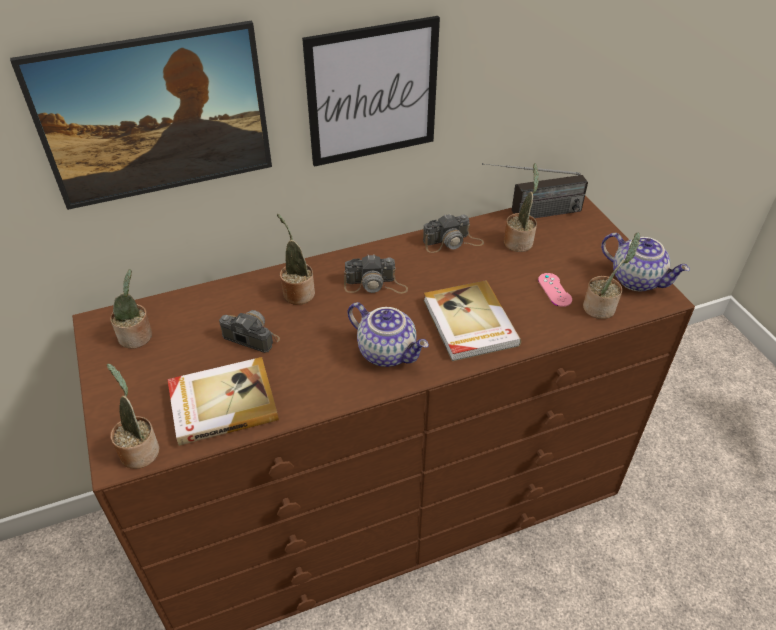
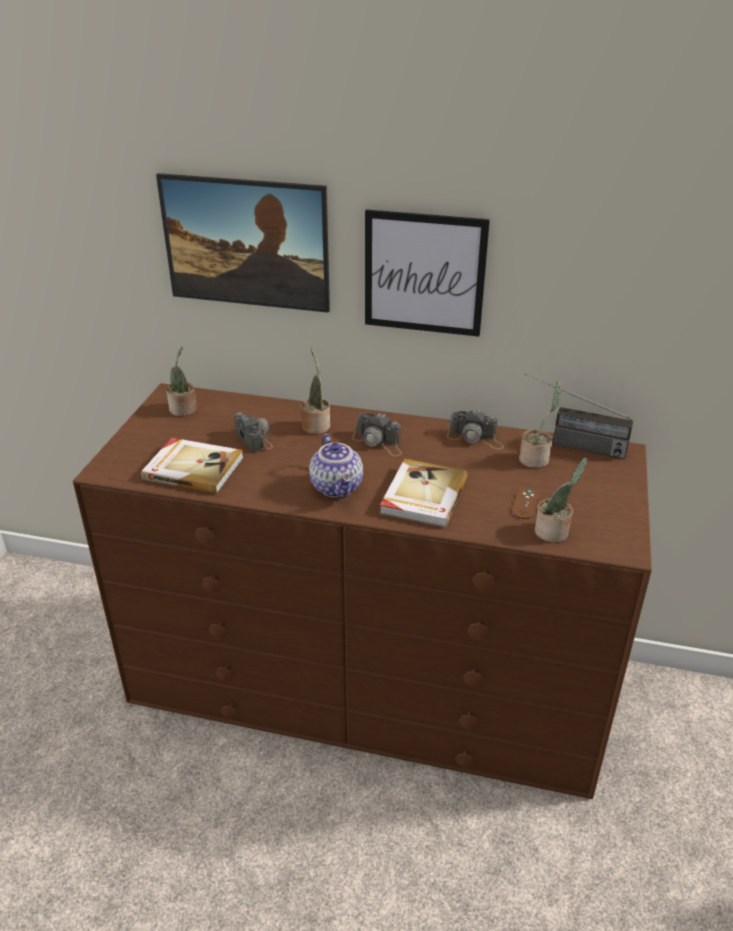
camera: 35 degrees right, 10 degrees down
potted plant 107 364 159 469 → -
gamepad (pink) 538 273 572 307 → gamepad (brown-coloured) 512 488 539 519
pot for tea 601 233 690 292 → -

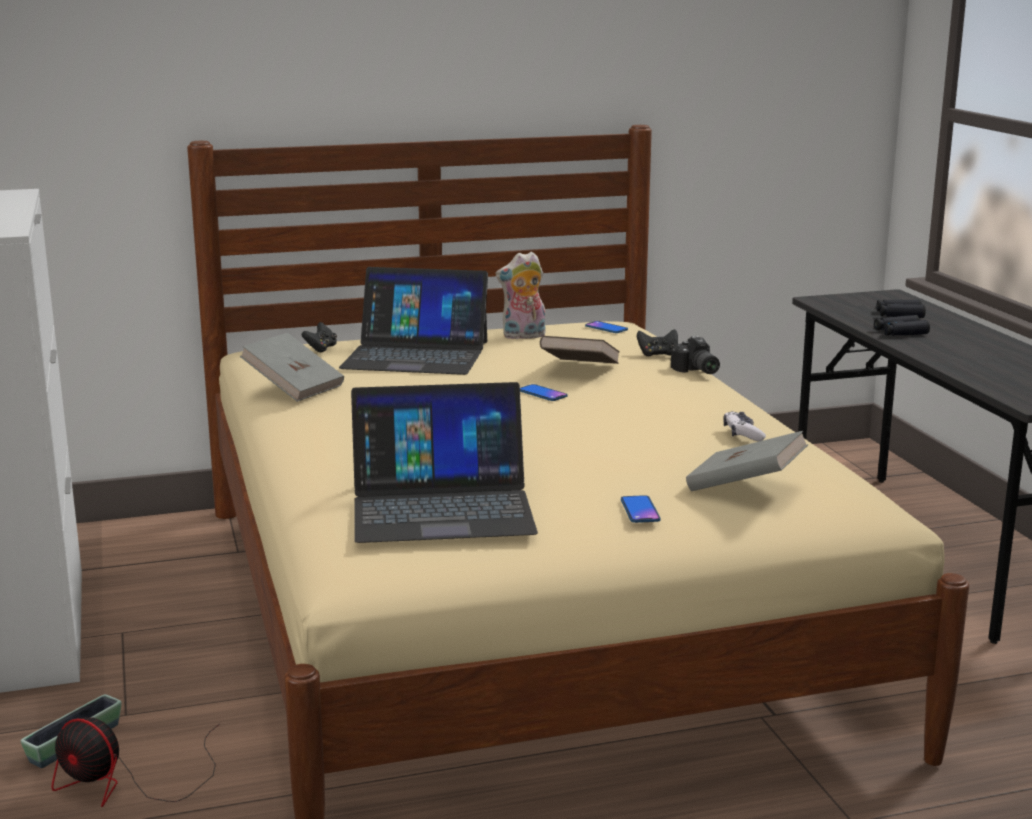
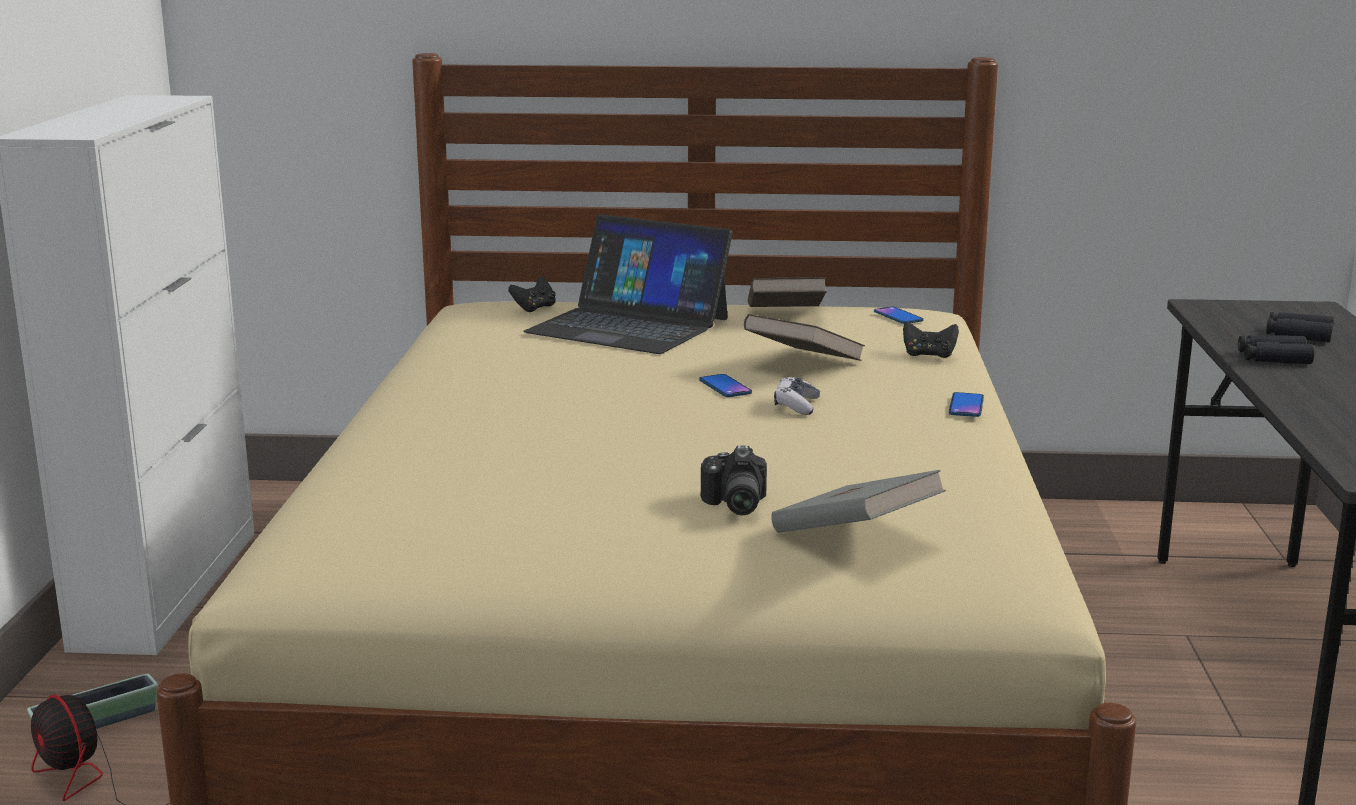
camera: 20 degrees right, 0 degrees up
book (gray) 240 333 344 402 → -
portable computer 351 382 538 543 → -
soft toy 495 251 546 339 → book (brown-coloured) 748 277 827 307
phone 621 495 660 523 → phone 949 392 984 417, relocated
photo camera 671 336 720 374 → photo camera 701 446 767 515, relocated
gamepad 723 411 766 441 → gamepad 774 377 820 415, relocated

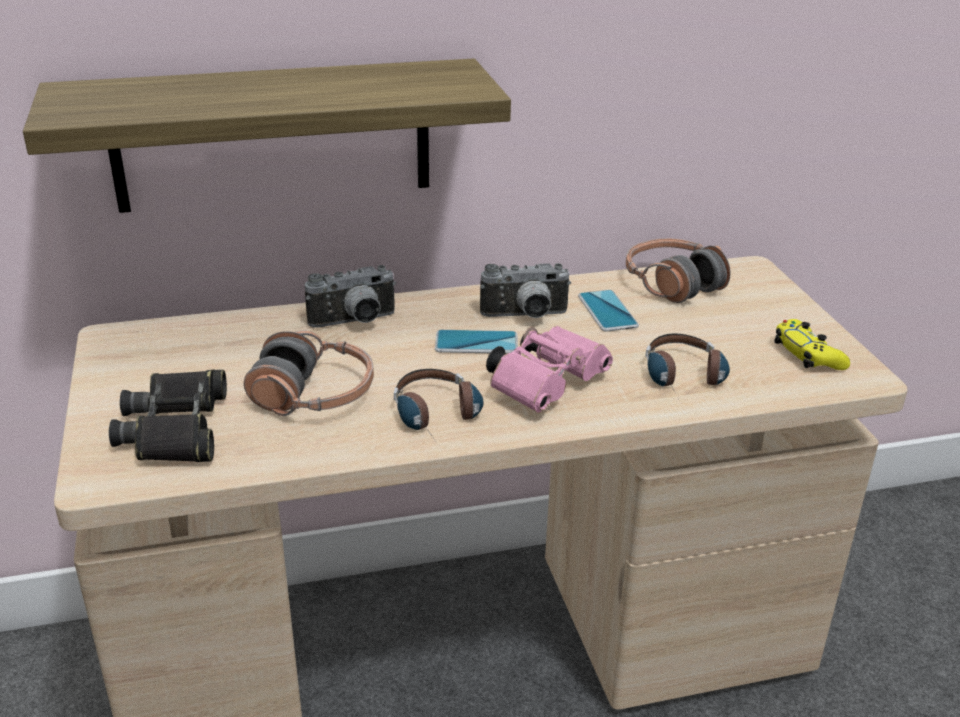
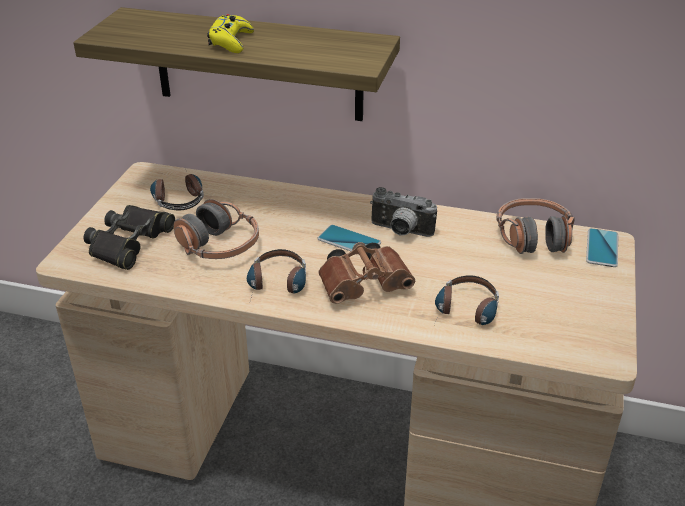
camera: 30 degrees right, 5 degrees up
photo camera 305 265 396 328 → -
pair of binoculars (pink) 486 326 613 413 → pair of binoculars (brown-coloured) 319 242 415 304
phone 578 290 639 332 → phone 586 228 618 267, relocated
gamepad (yellowish) 774 319 850 370 → gamepad (yellowish) 207 14 254 53, relocated
- → pair of headphones 150 168 204 210

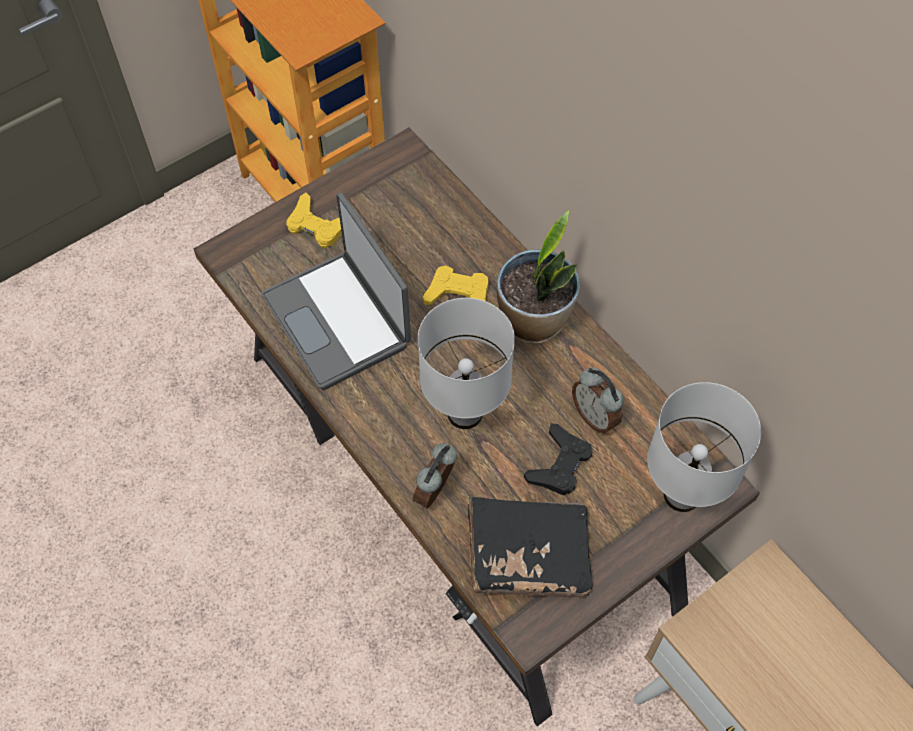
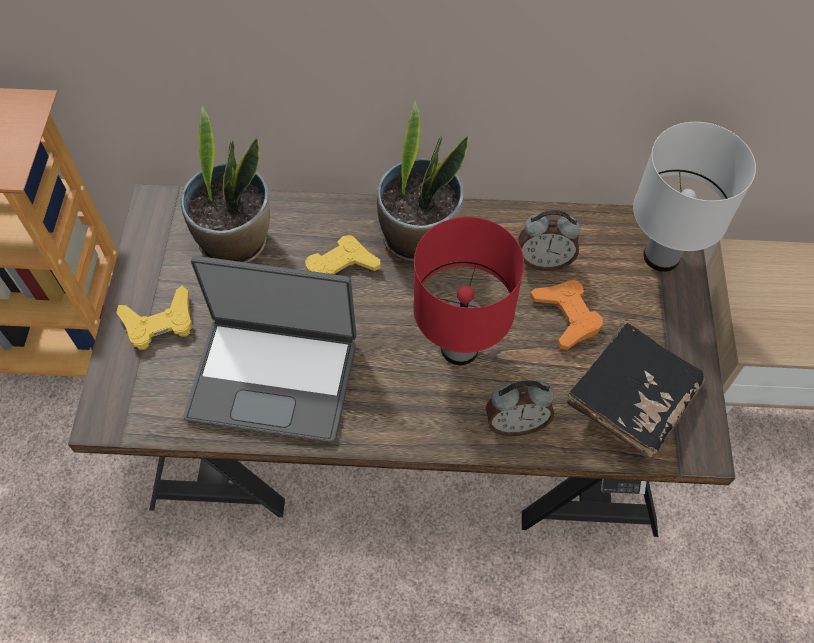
camera: 50 degrees left, 0 degrees up
bedside clock 413 443 457 508 → bedside clock 486 380 554 436, 75 degrees counterclockwise
lamp for a table (white-coloured) 418 298 515 429 → lamp for a table (red-coloured) 413 217 524 365
gamepad (black) 524 423 592 495 → gamepad (orangey) 530 280 603 350
- → potted plant 180 106 270 263

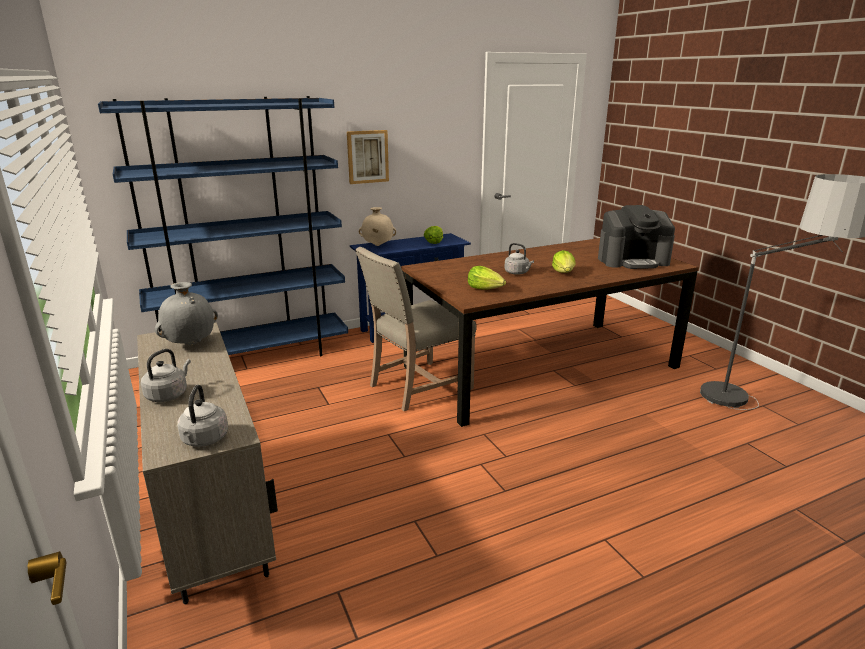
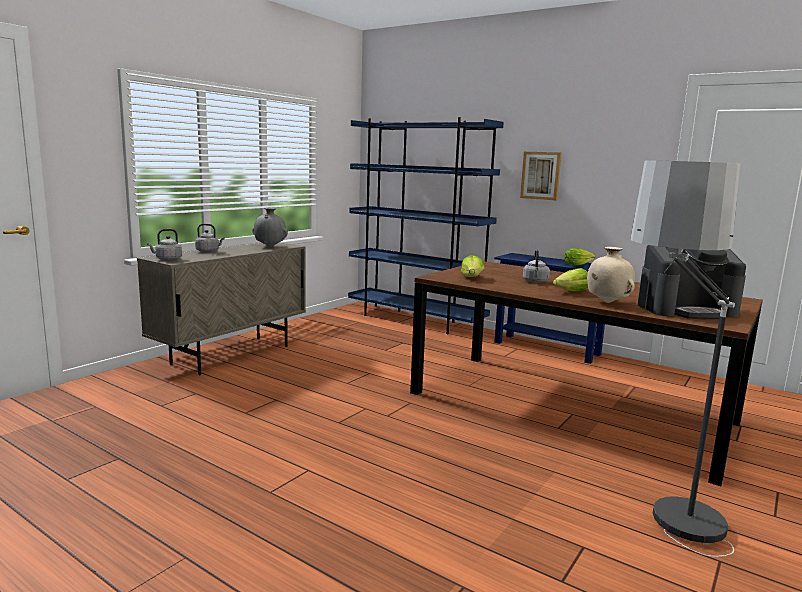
camera: 60 degrees right, 10 degrees down
upright chair (sand-coloured) 355 247 477 411 → -
vase (sand-coloured) 359 207 396 246 → vase (sand-coloured) 587 247 635 303, relocated
coffee machine 598 205 675 269 → coffee machine 638 245 746 319, 60 degrees counterclockwise

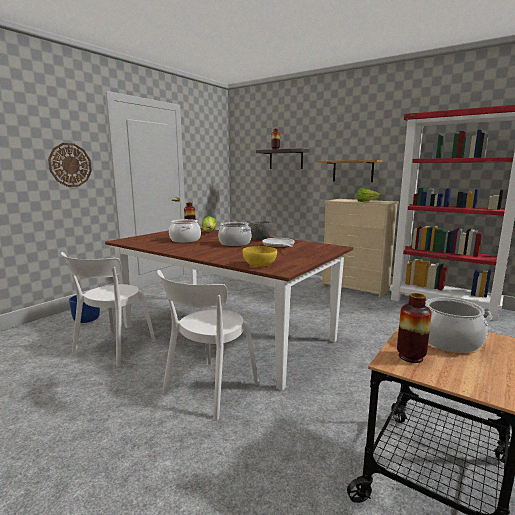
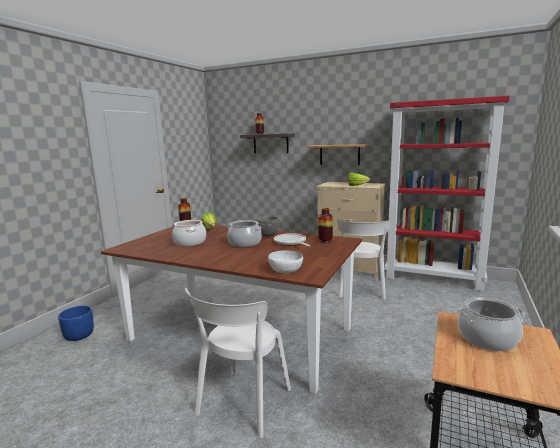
camera: 10 degrees left, 0 degrees up
hanging clock 48 143 92 187 → -
upright chair (white-coloured) 61 252 156 367 → upright chair (white-coloured) 337 219 391 299, relocated
deep dish (yellowish) 243 246 277 267 → deep dish (white-coloured) 268 250 303 273
vase 397 293 432 363 → vase 318 208 333 243, relocated

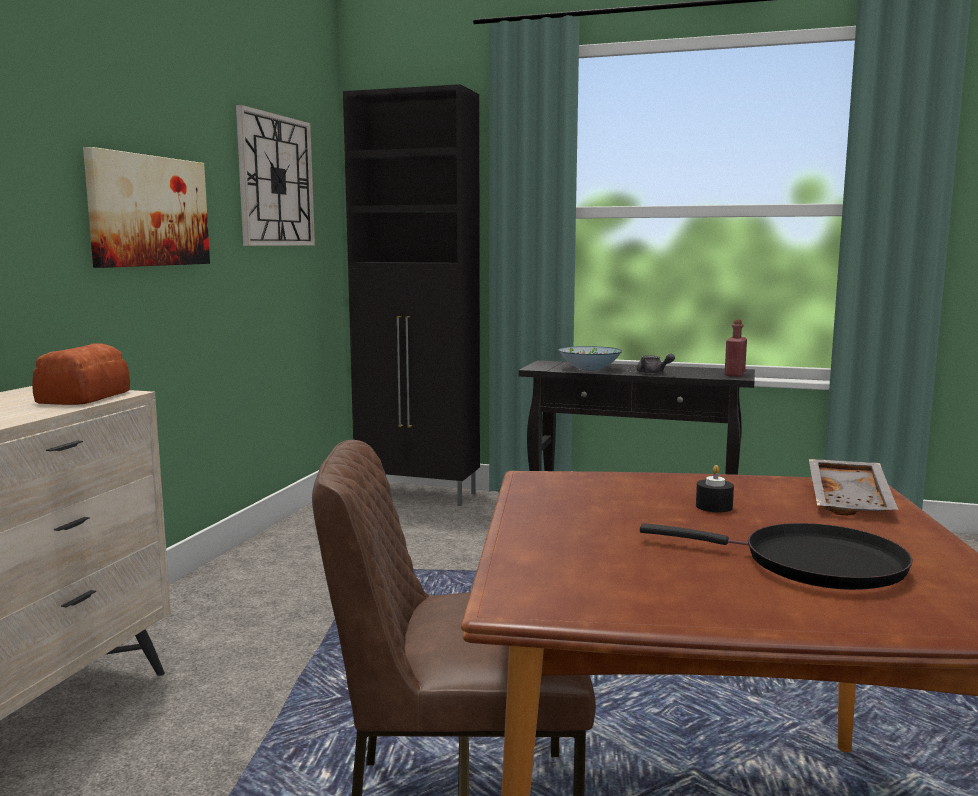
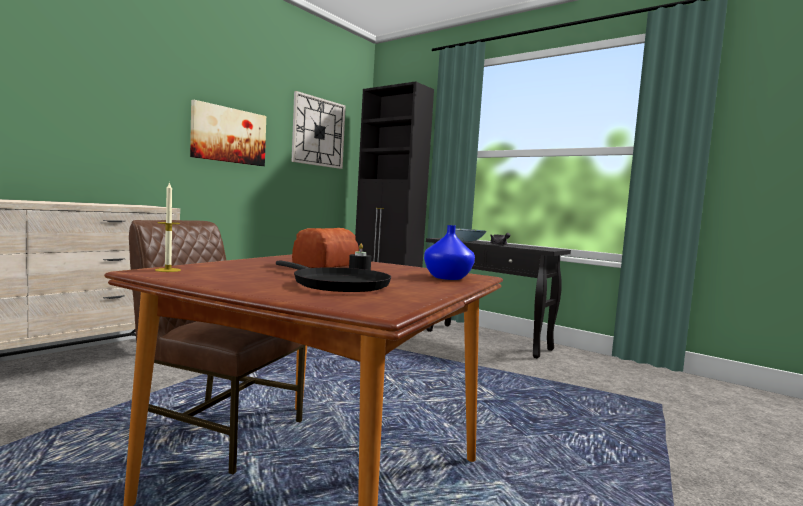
camera: 20 degrees right, 5 degrees down
bread 32 343 130 405 → bread 292 228 359 268, relocated
beverage bottle (red-coloured) 725 319 747 377 → -
tray (gray) 809 459 899 516 → vase (blue) 424 225 475 280
- → wax light 155 182 181 272

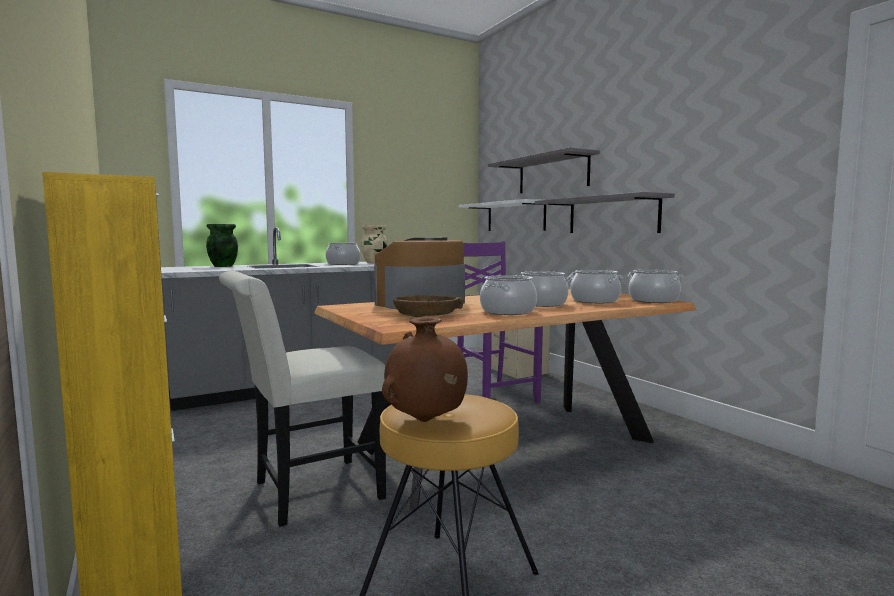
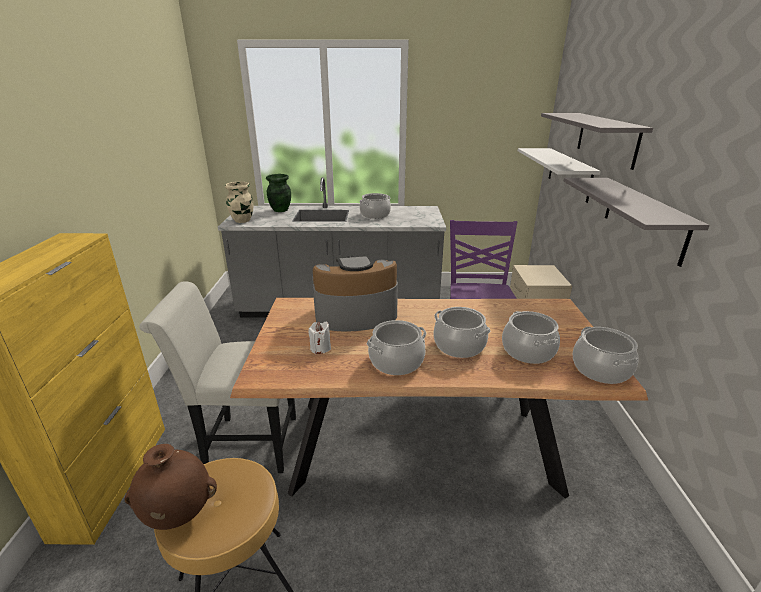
camera: 30 degrees right, 20 degrees up
vase (sand-coloured) 361 225 387 263 → vase (sand-coloured) 225 182 253 223, relocated
deep dish (brown-coloured) 393 295 464 317 → wax light (white-coloured) 308 322 331 354

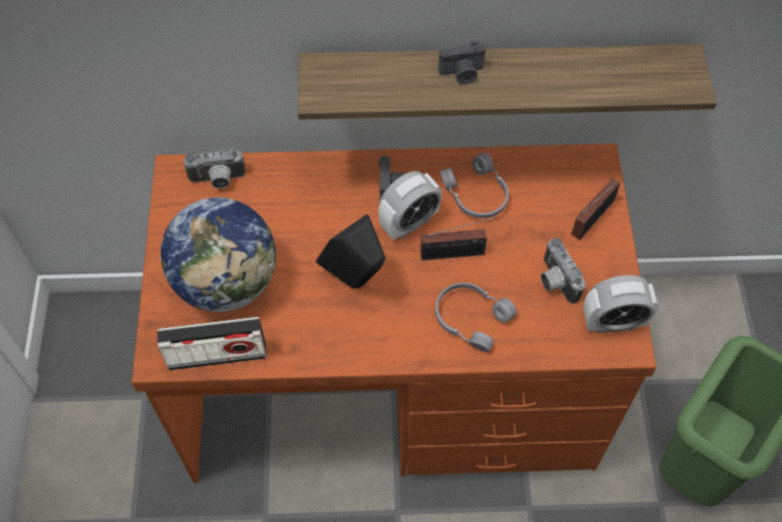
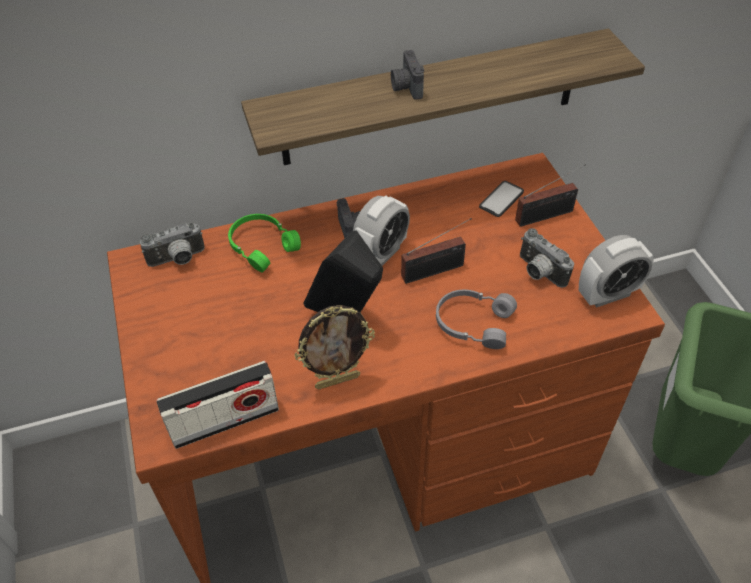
camera: 15 degrees left, 10 degrees down
desk globe 160 197 276 312 → -
photo camera 438 41 486 84 → photo camera 391 50 424 100, 105 degrees clockwise
pair of headphones (gray) 440 153 509 218 → -
radio 571 178 620 240 → radio 515 164 586 227, 135 degrees counterclockwise
- → pair of headphones (greenish) 228 214 301 273
- → picture frame 294 305 375 389
- → phone 479 181 524 217

